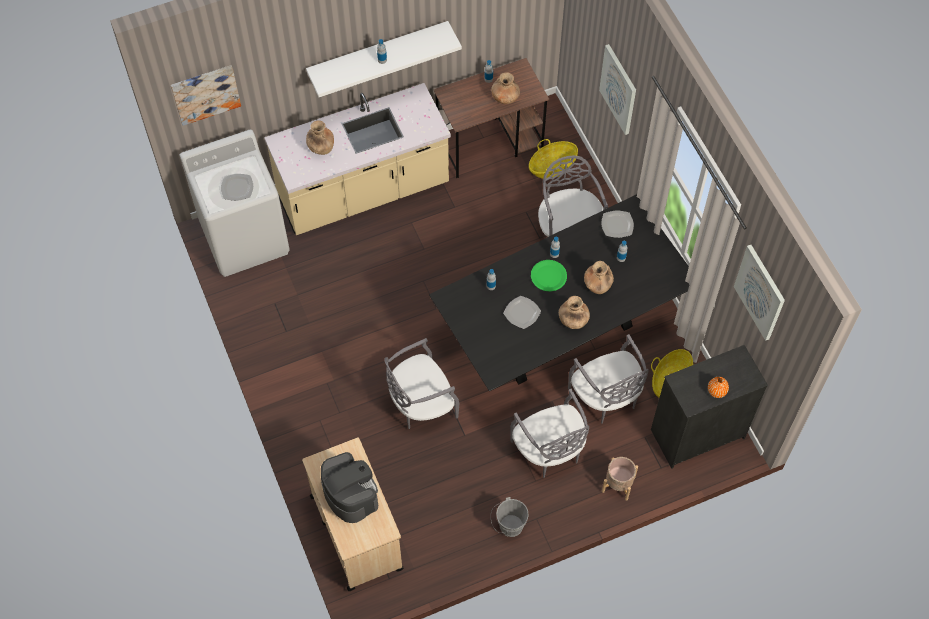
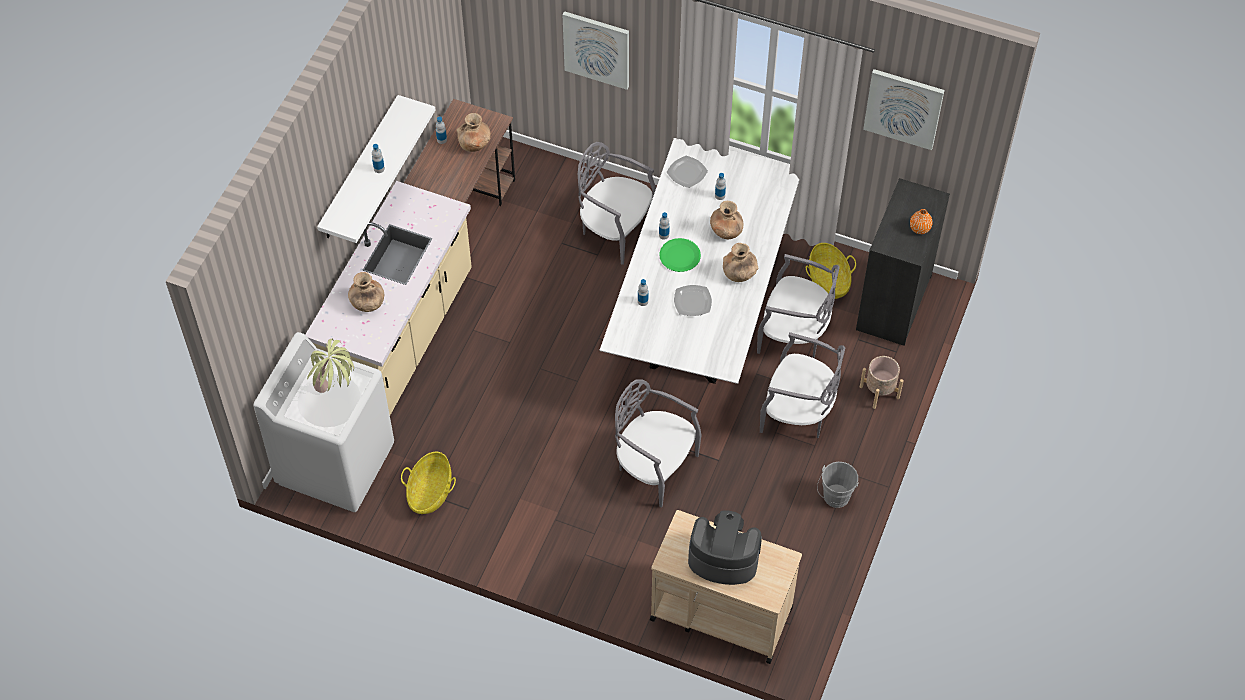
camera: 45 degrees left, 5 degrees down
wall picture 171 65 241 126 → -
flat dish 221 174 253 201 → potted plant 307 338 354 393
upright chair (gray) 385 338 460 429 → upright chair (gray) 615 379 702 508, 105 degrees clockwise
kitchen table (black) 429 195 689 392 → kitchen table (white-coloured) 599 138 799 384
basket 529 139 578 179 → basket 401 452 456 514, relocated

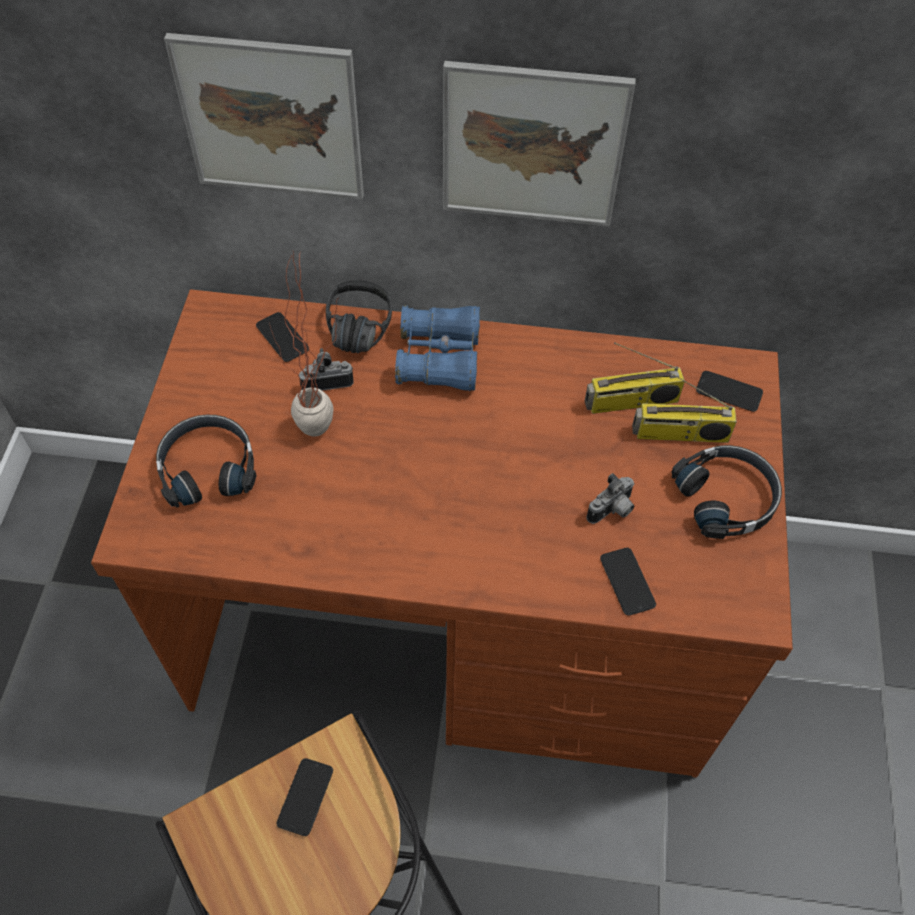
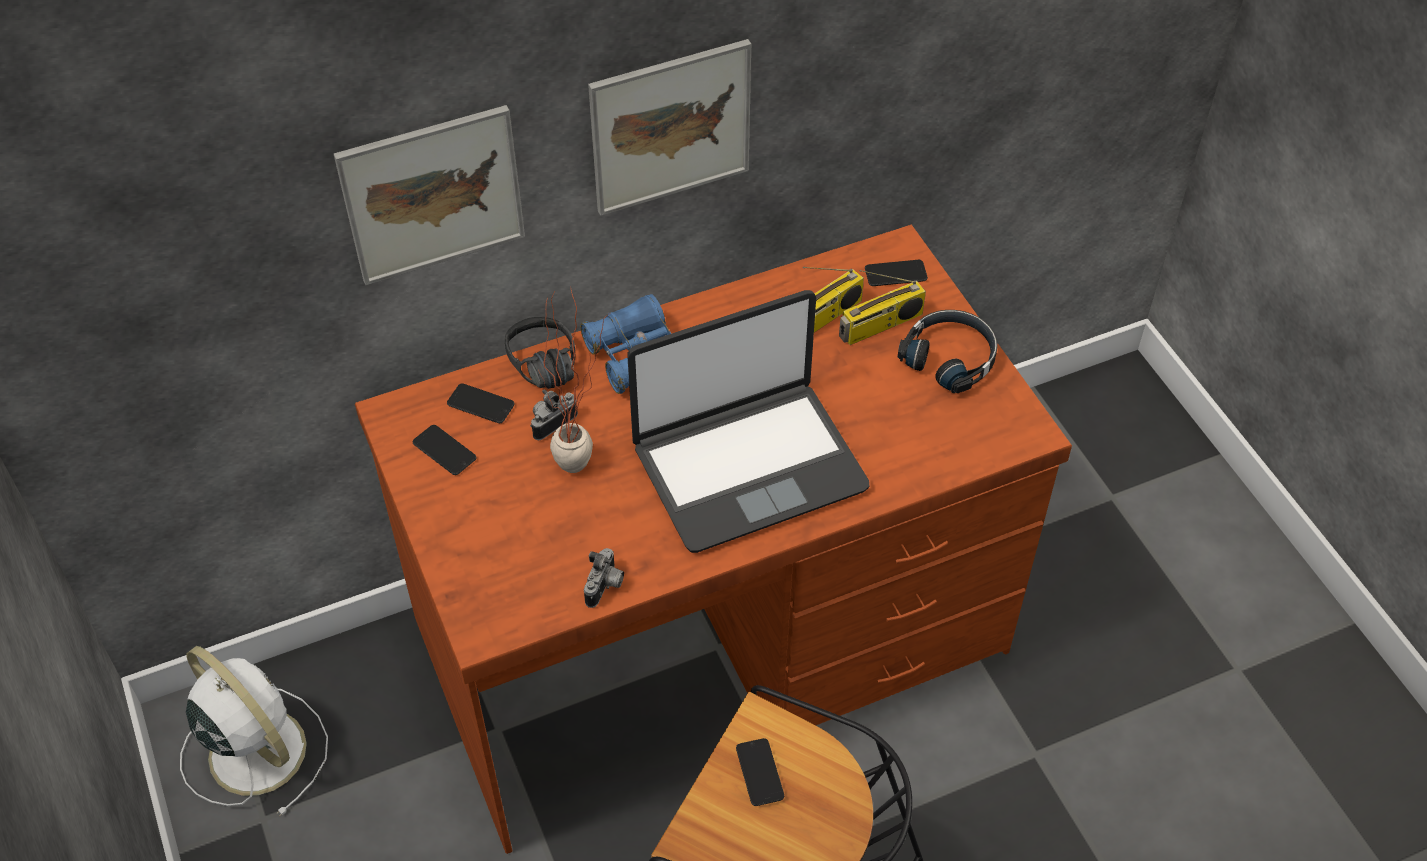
camera: 30 degrees left, 5 degrees down
pair of headphones (black) 156 415 256 508 → -
photo camera 586 473 635 524 → photo camera 584 548 624 608, relocated
phone 600 548 656 616 → phone 413 425 477 475, relocated
- → electric fan (white-coloured) 180 646 328 817
- → portable computer 628 290 870 553

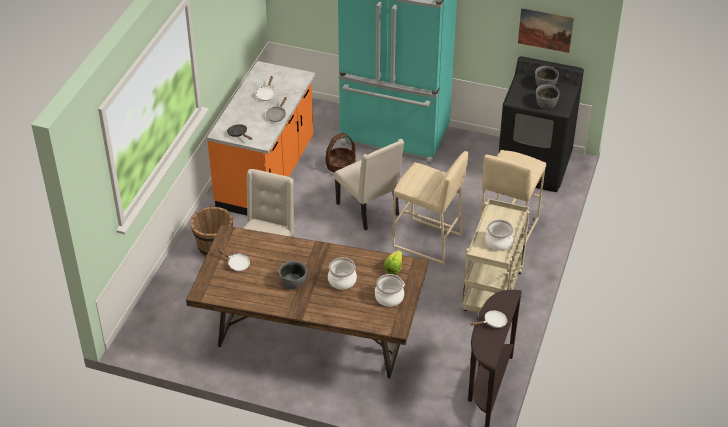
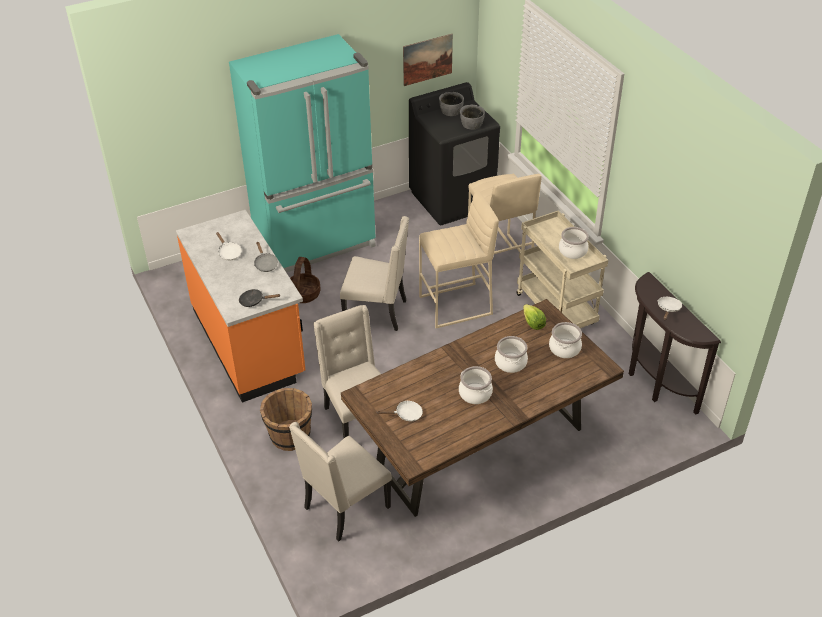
camera: 45 degrees left, 0 degrees up
deep dish (gray) 279 261 307 290 → stockpot 459 366 493 404
- → upright chair (sand-coloured) 289 422 392 542

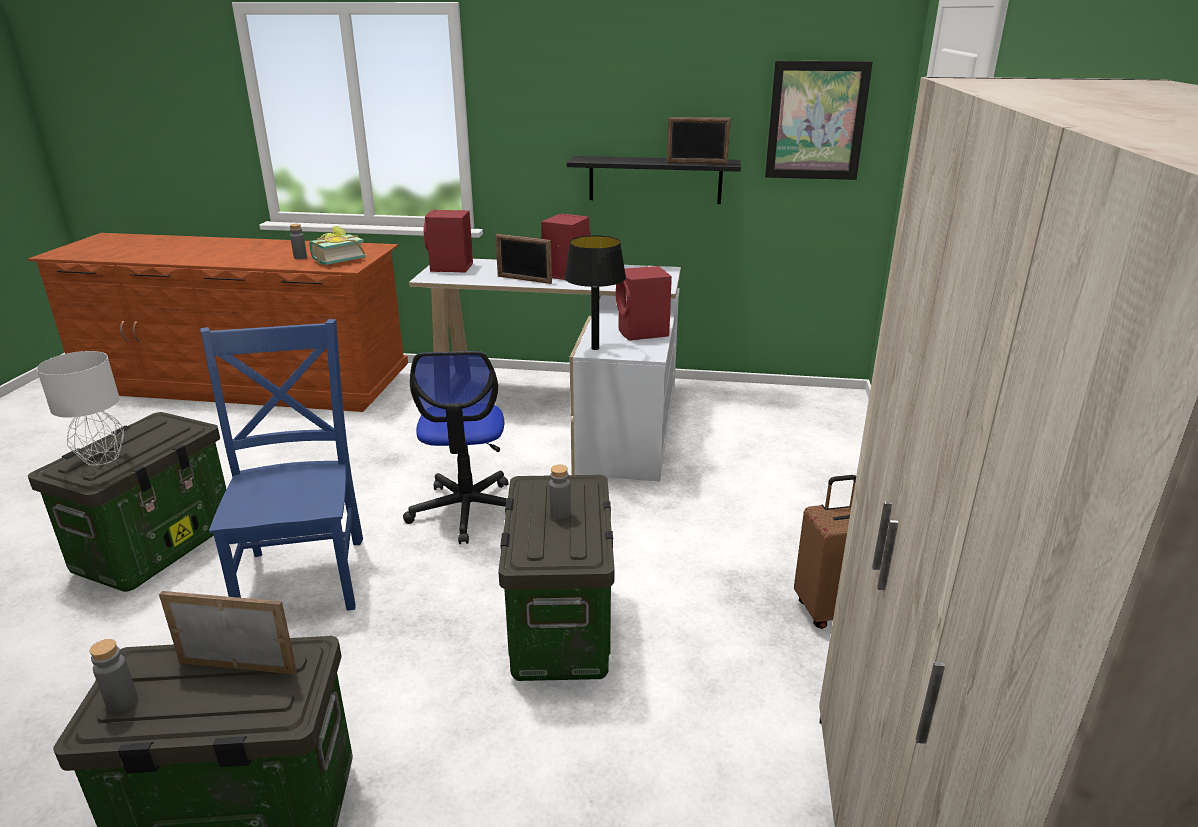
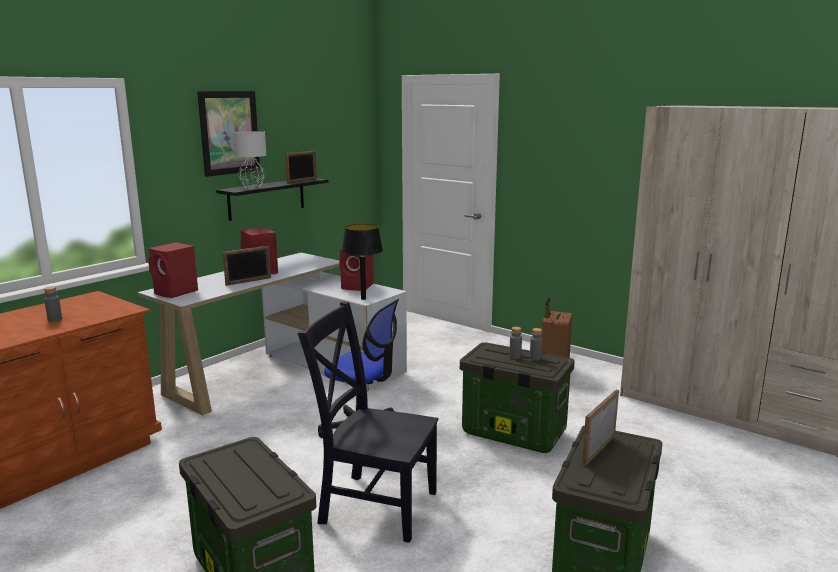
camera: 60 degrees left, 10 degrees down
lamp for a table (gray) 37 351 124 465 → lamp for a table (gray) 233 131 266 189, relocated
beverage bottle (gray) 89 639 138 713 → beverage bottle (gray) 530 328 543 361, relocated
upright chair (blue) 200 319 363 611 → upright chair (black) 298 301 438 543
book 310 226 366 265 → -
wall picture 765 61 873 180 → wall picture 197 91 260 177, relocated

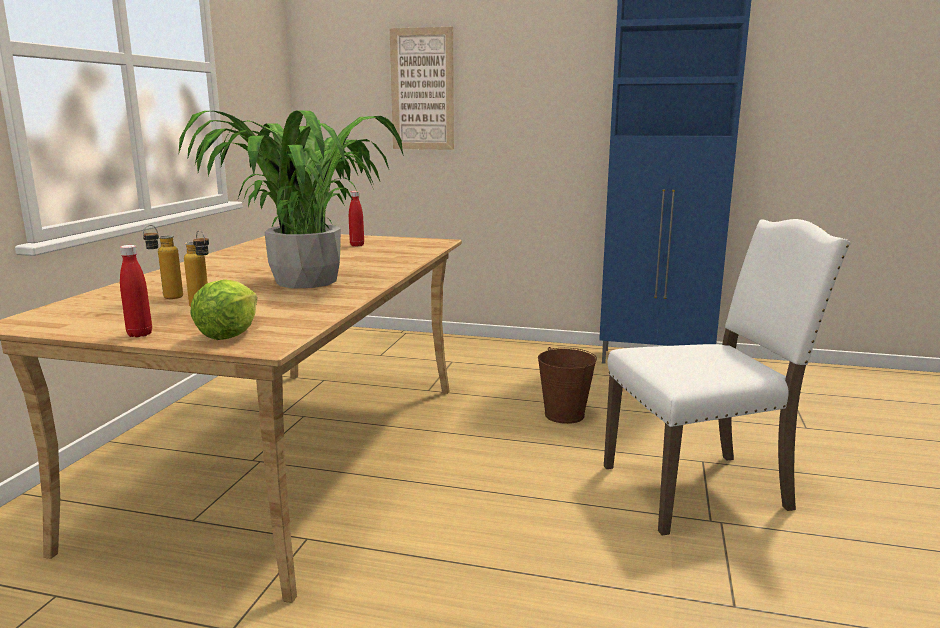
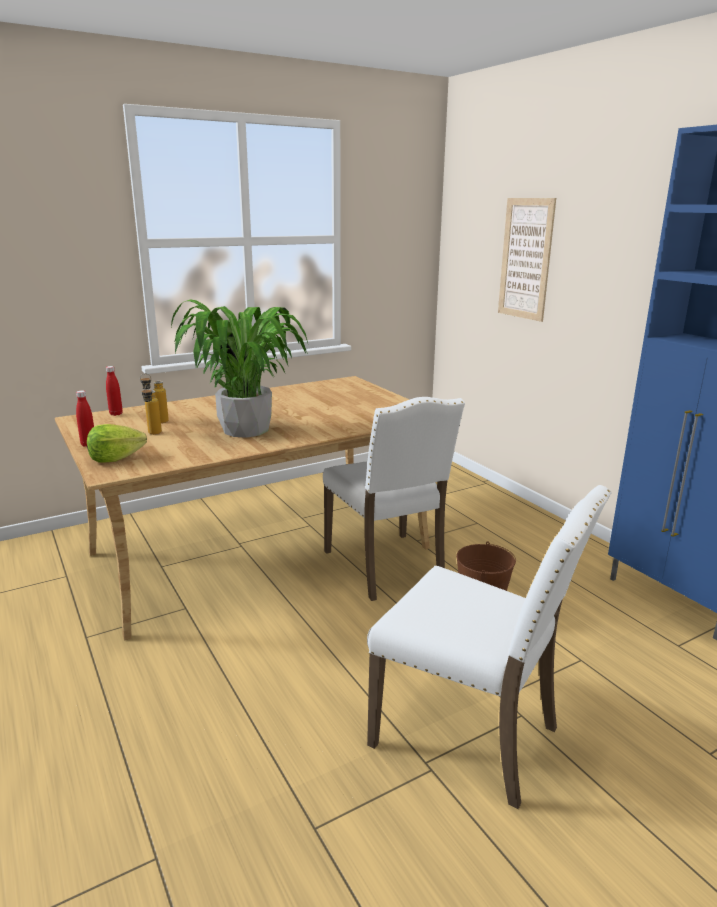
camera: 45 degrees right, 5 degrees up
beverage bottle (red-coloured) 349 191 364 247 → beverage bottle (red-coloured) 106 366 123 416, relocated
- → upright chair (white-coloured) 323 397 465 601

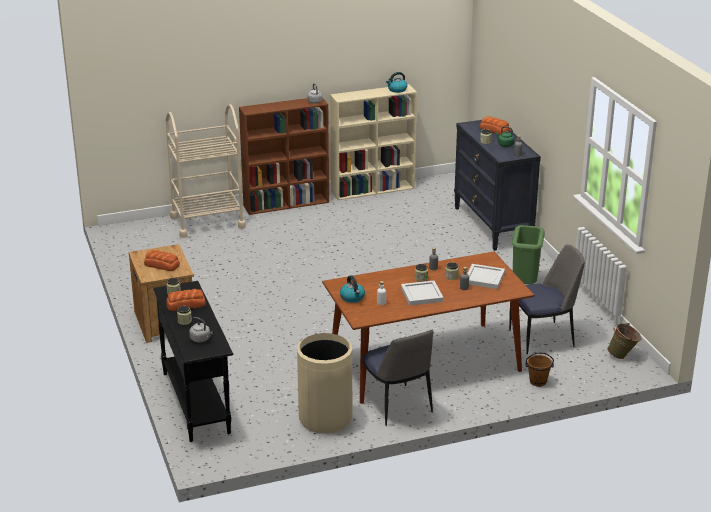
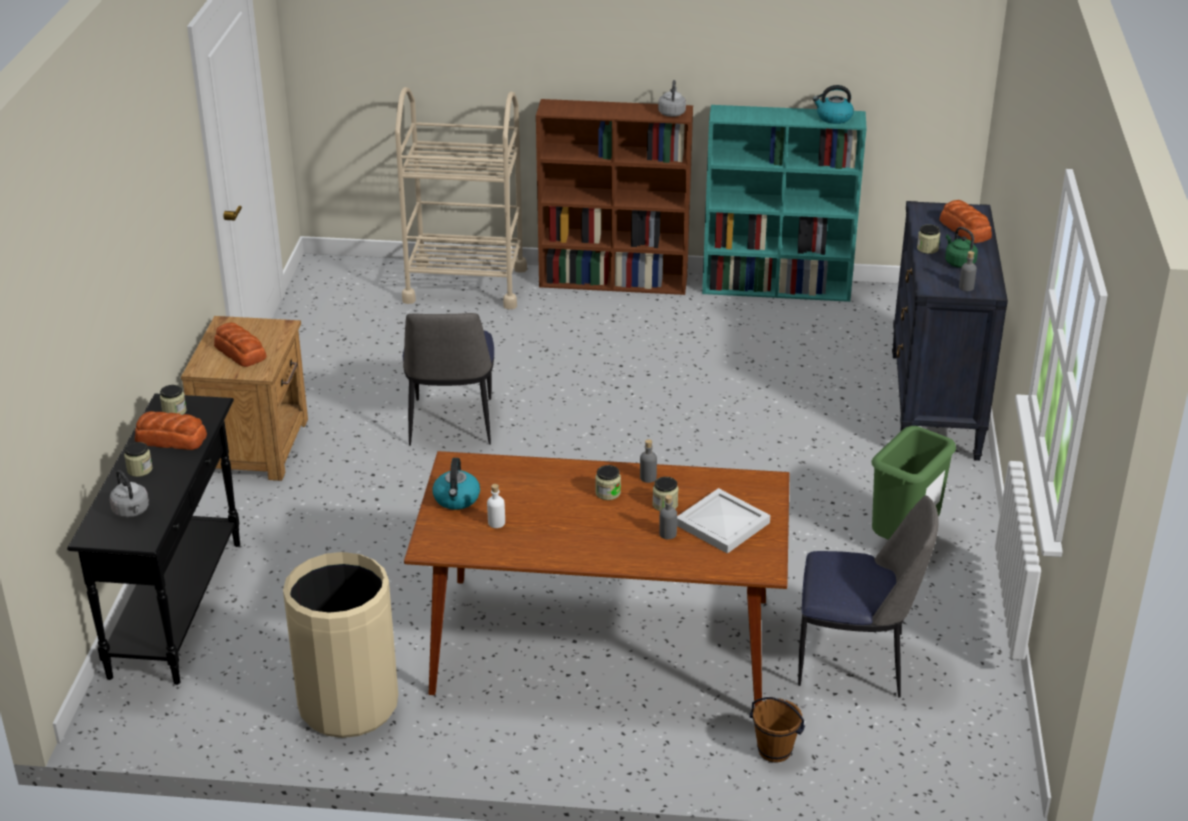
camera: 25 degrees right, 5 degrees up
bookcase (sand-coloured) 330 84 417 200 → bookcase (turquoise) 702 105 867 302
upright chair 362 329 433 426 → upright chair 403 313 494 446, relocated
tray (white-coloured) 401 280 444 306 → -
bucket (greenish) 607 323 642 359 → -

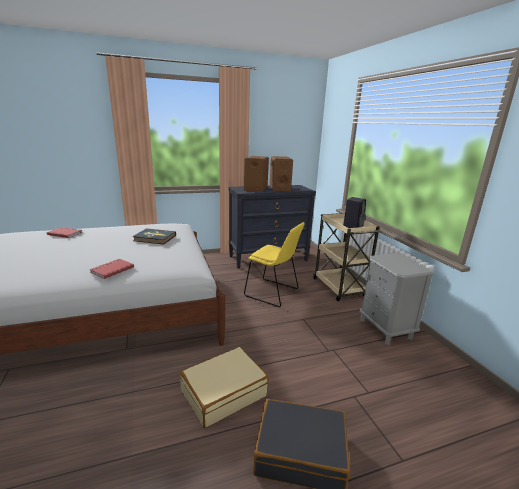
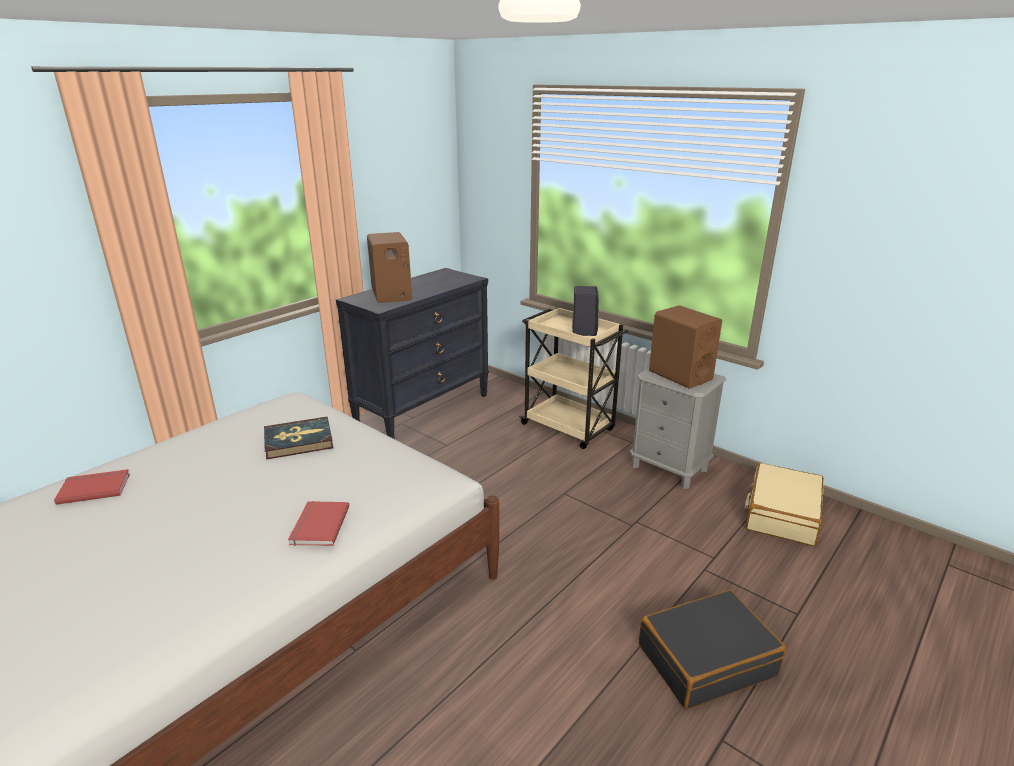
camera: 30 degrees left, 5 degrees up
piece of luggage (sand-coloured) 180 347 269 428 → piece of luggage (sand-coloured) 745 463 824 546, relocated
upright chair (yellowish) 244 222 305 307 → -
loudspeaker (brown-coloured) 270 156 293 191 → loudspeaker (brown-coloured) 649 305 722 389, relocated

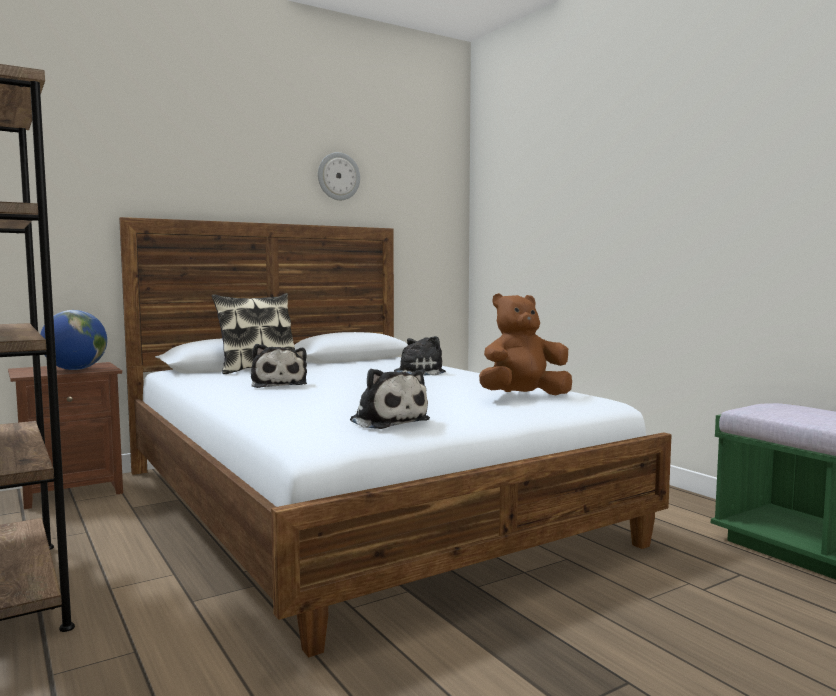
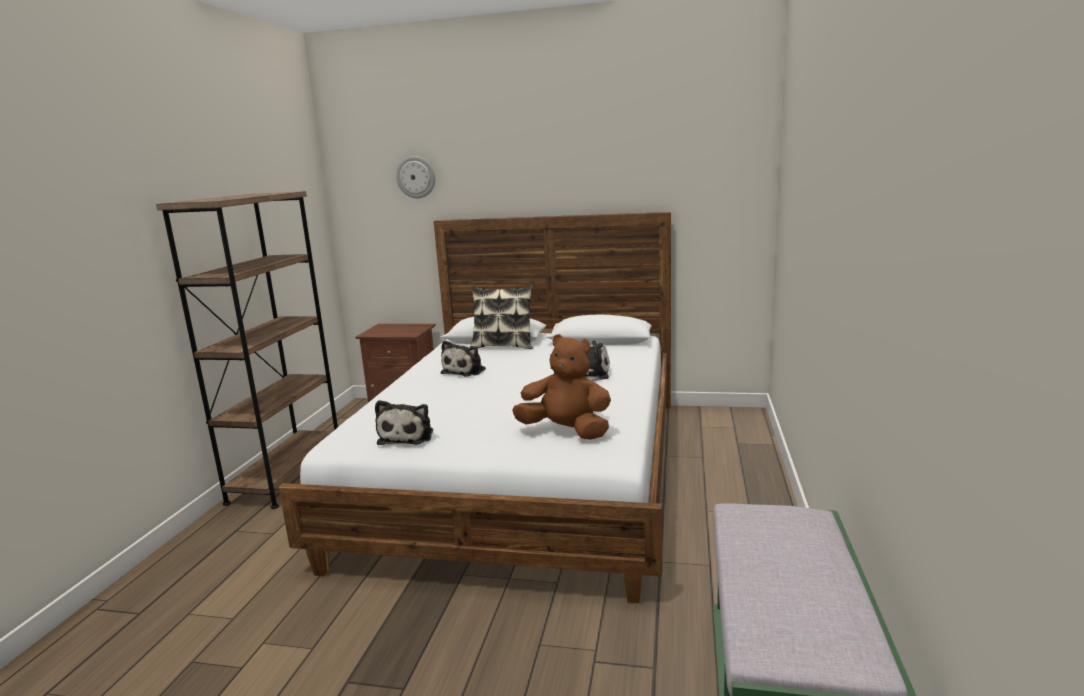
camera: 45 degrees right, 10 degrees up
desk globe 40 310 107 370 → -
hanging clock 318 152 360 200 → hanging clock 396 156 435 199, relocated

